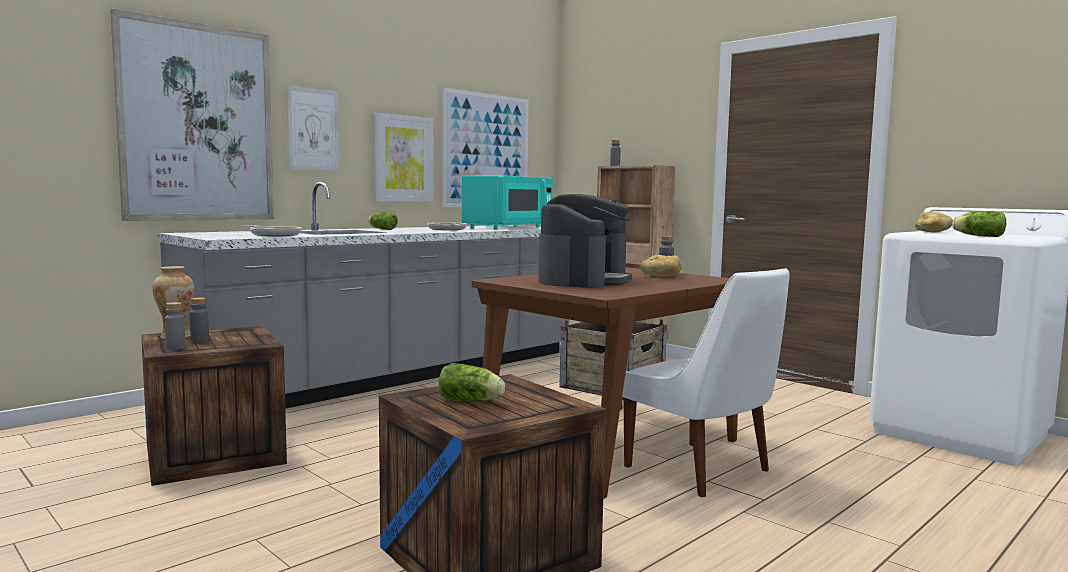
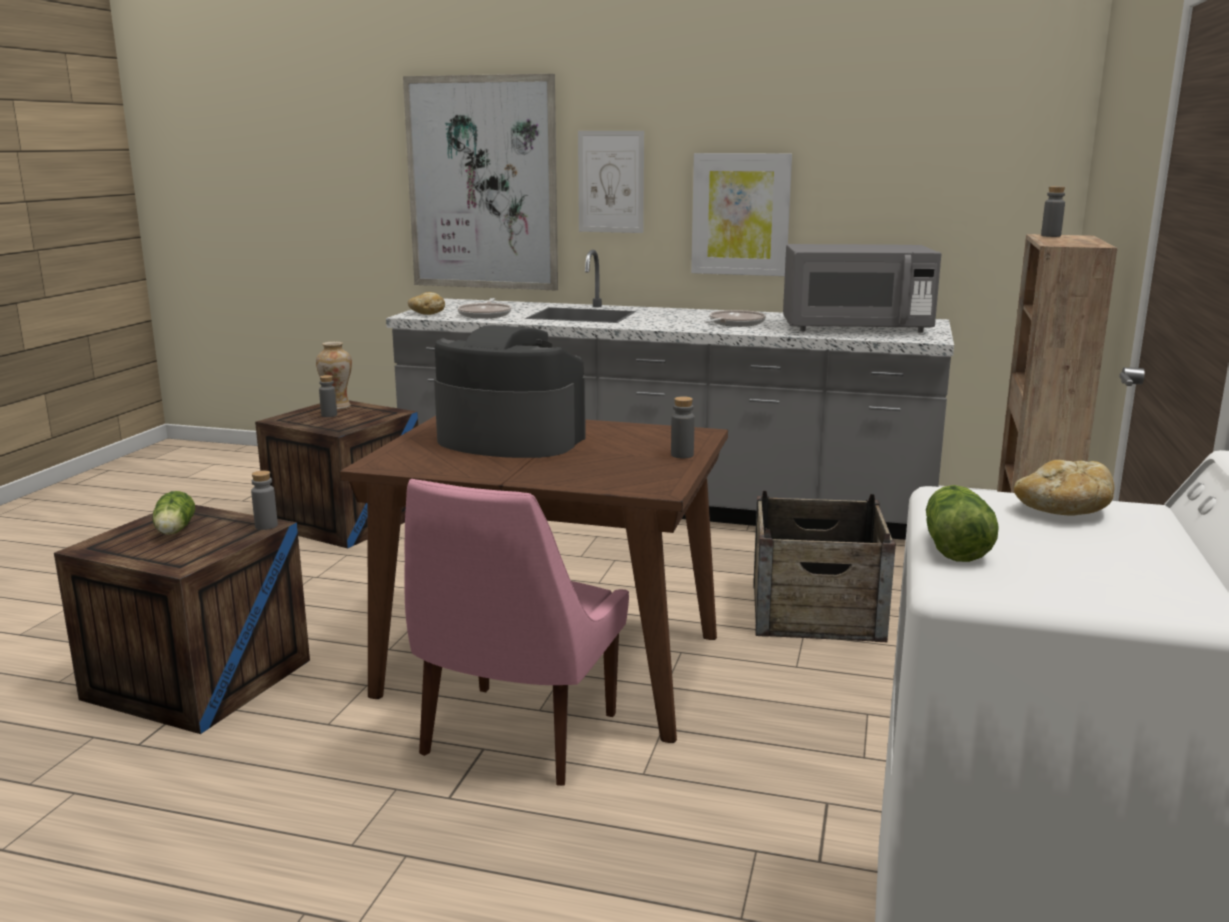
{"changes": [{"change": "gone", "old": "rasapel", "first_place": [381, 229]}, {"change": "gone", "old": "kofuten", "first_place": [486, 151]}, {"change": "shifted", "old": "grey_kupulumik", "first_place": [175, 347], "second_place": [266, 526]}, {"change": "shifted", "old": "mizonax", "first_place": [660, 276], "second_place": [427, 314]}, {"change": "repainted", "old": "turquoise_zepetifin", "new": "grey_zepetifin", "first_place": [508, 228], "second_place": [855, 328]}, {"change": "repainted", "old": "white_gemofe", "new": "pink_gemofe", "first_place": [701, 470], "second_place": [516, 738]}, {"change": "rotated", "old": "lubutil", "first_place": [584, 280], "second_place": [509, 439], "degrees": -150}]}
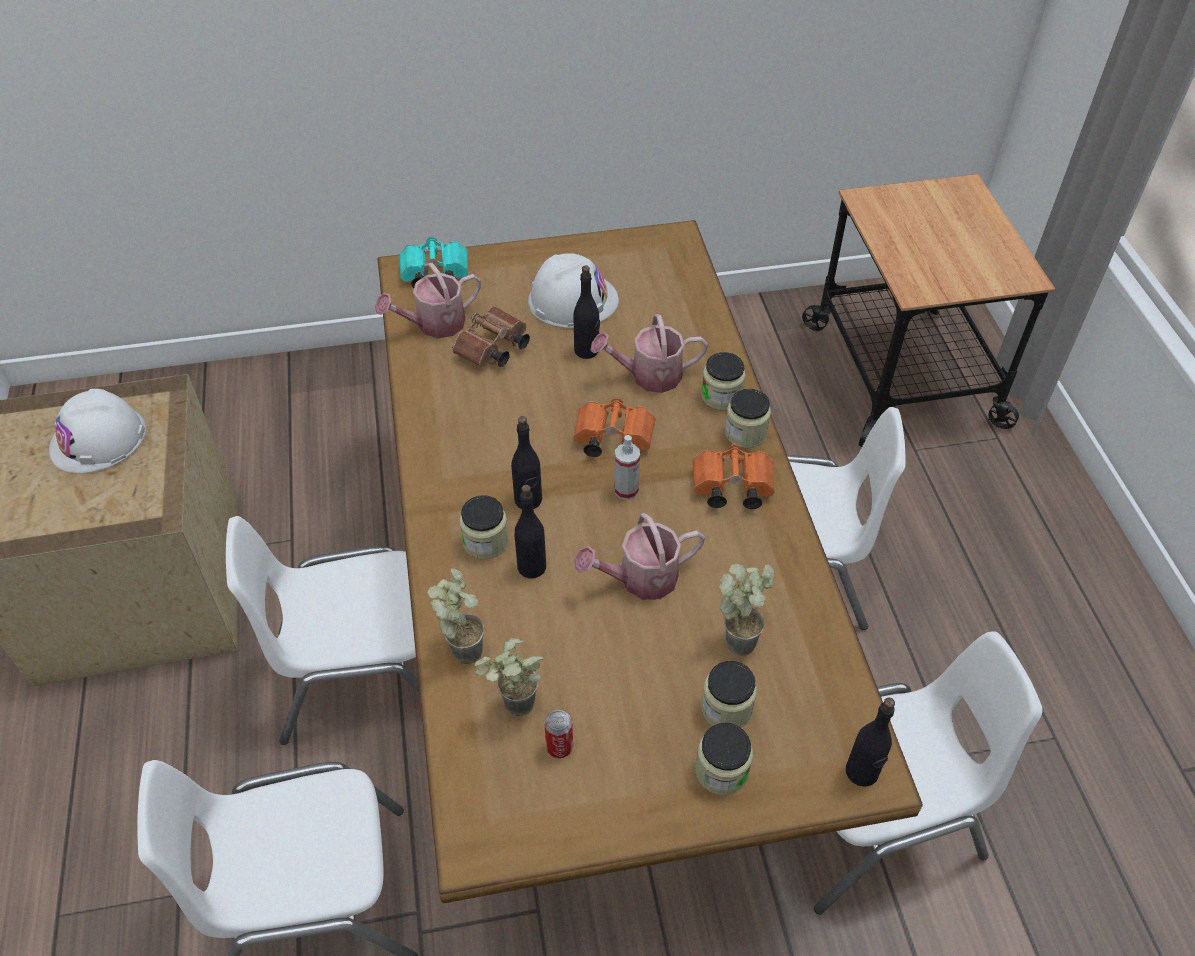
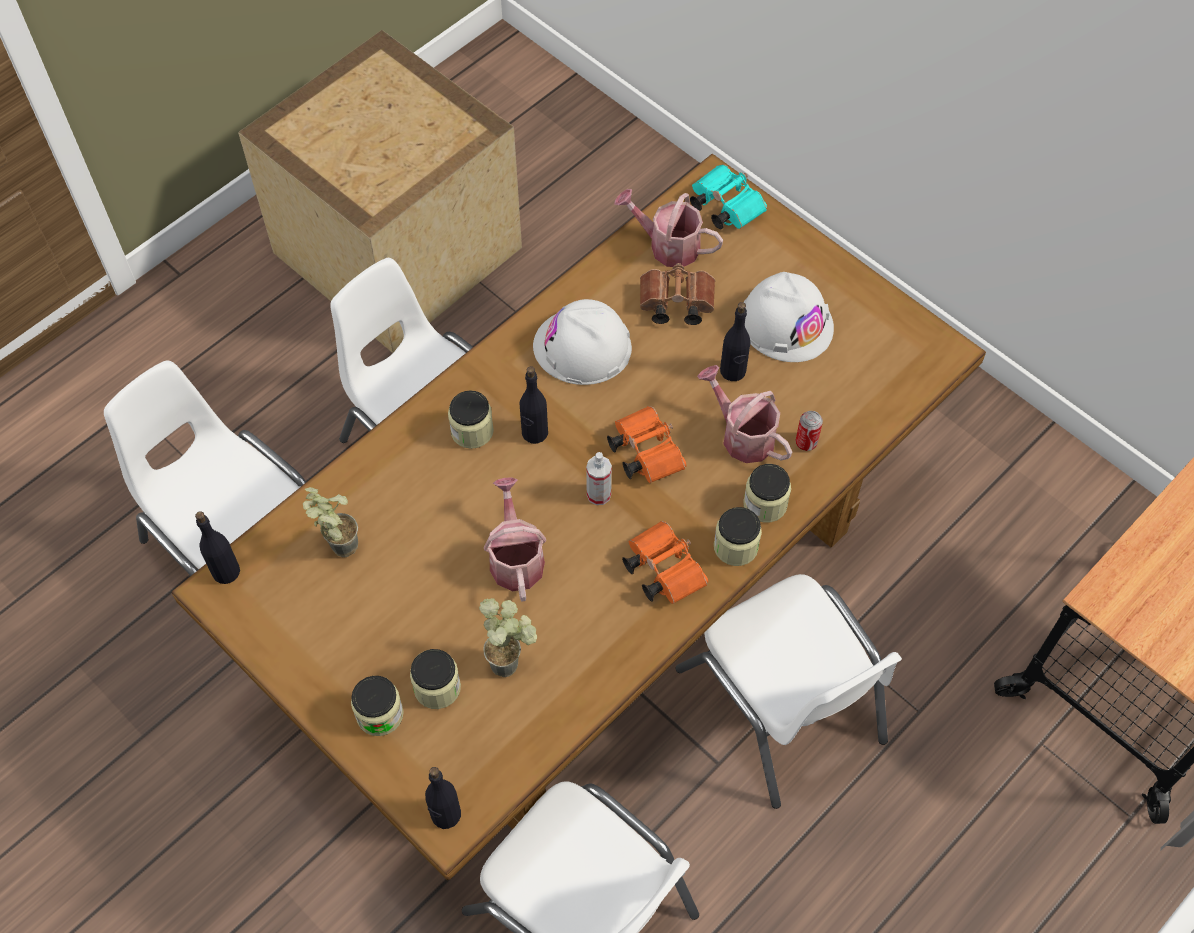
{"changes": [{"change": "gone", "old": "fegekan", "first_place": [462, 646]}, {"change": "shifted", "old": "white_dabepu", "first_place": [98, 439], "second_place": [582, 347]}, {"change": "shifted", "old": "black_kupulumik", "first_place": [531, 566], "second_place": [226, 571]}, {"change": "shifted", "old": "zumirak", "first_place": [559, 747], "second_place": [806, 442]}, {"change": "rotated", "old": "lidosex", "first_place": [640, 579], "second_place": [515, 558], "degrees": 45}]}
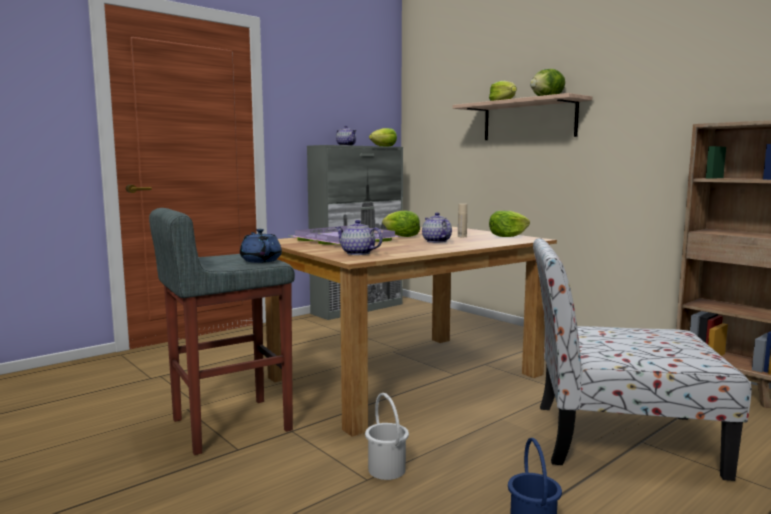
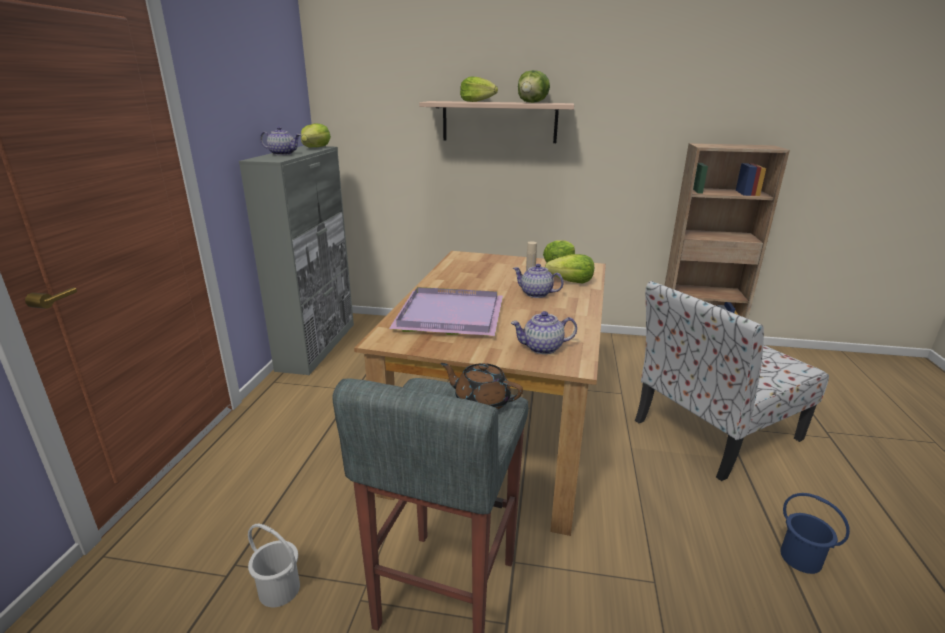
{"changes": [{"change": "shifted", "old": "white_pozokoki", "first_place": [387, 469], "second_place": [279, 588]}, {"change": "shifted", "old": "rasapel", "first_place": [400, 236], "second_place": [571, 281]}, {"change": "repainted", "old": "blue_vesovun", "new": "brown_vesovun", "first_place": [261, 260], "second_place": [481, 402]}]}
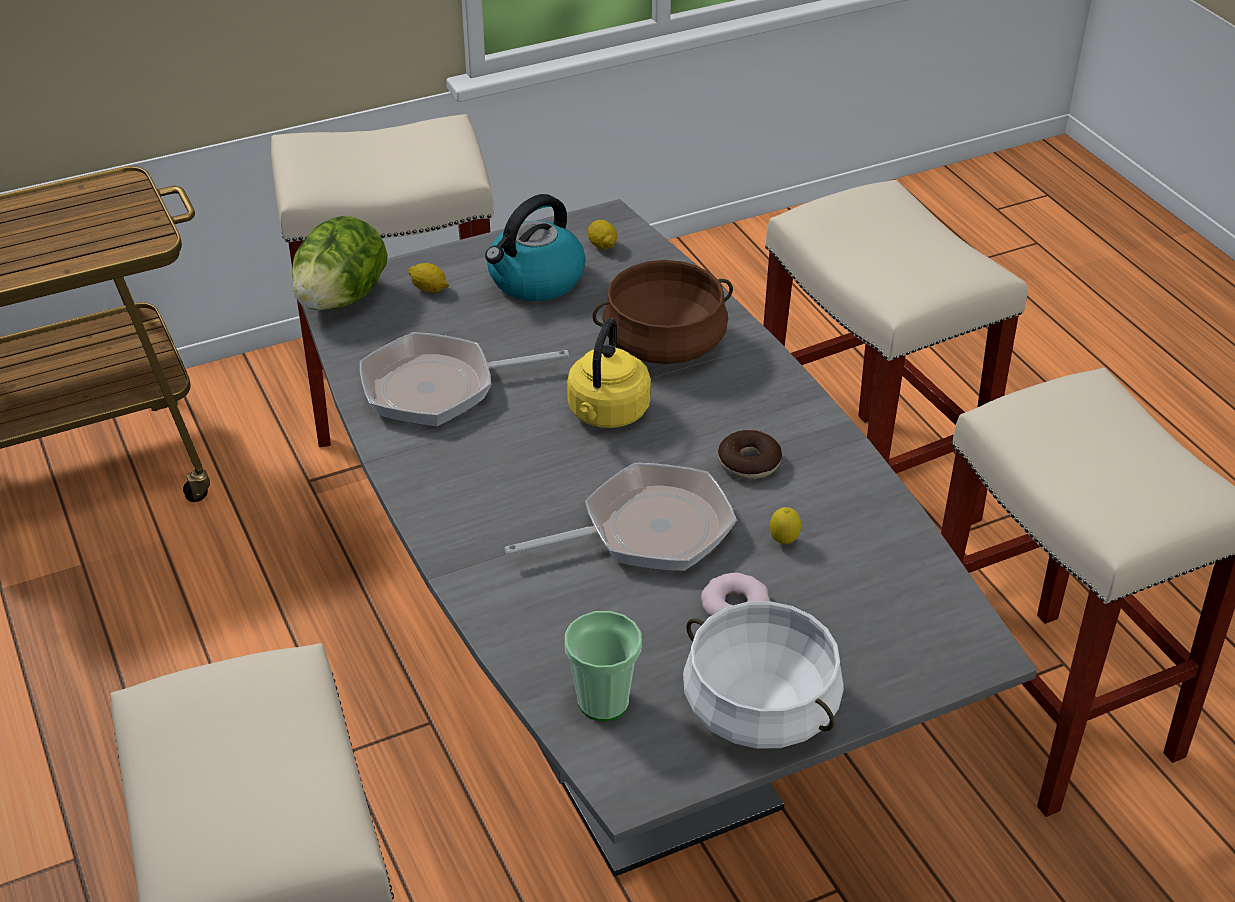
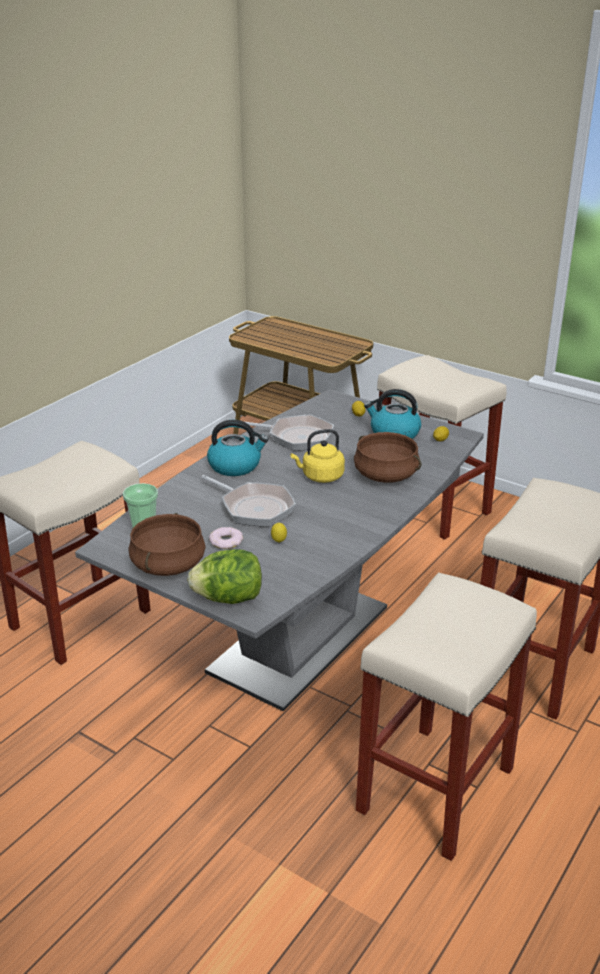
{"changes": [{"change": "gone", "old": "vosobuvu", "first_place": [749, 463]}, {"change": "new", "new": "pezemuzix", "second_place": [235, 466]}, {"change": "shifted", "old": "rasapel", "first_place": [341, 299], "second_place": [228, 598]}, {"change": "repainted", "old": "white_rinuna", "new": "brown_rinuna", "first_place": [759, 709], "second_place": [167, 564]}, {"change": "rotated", "old": "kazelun", "first_place": [439, 388], "second_place": [296, 437], "degrees": 150}]}
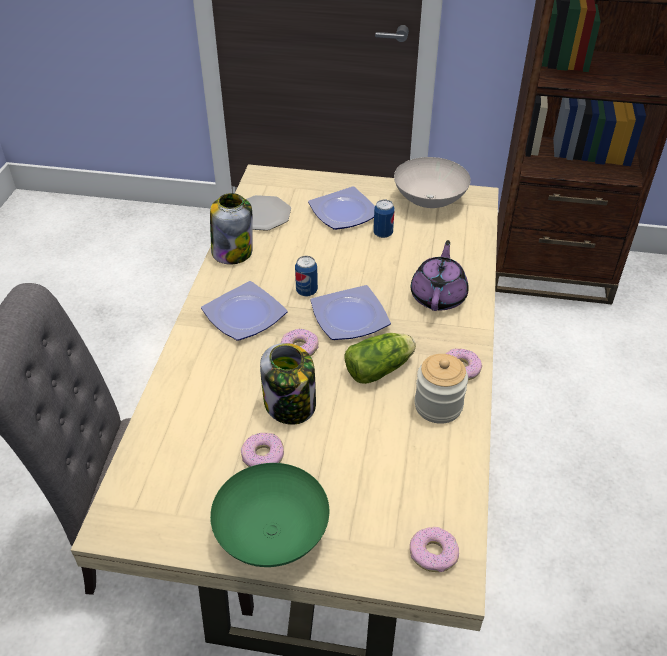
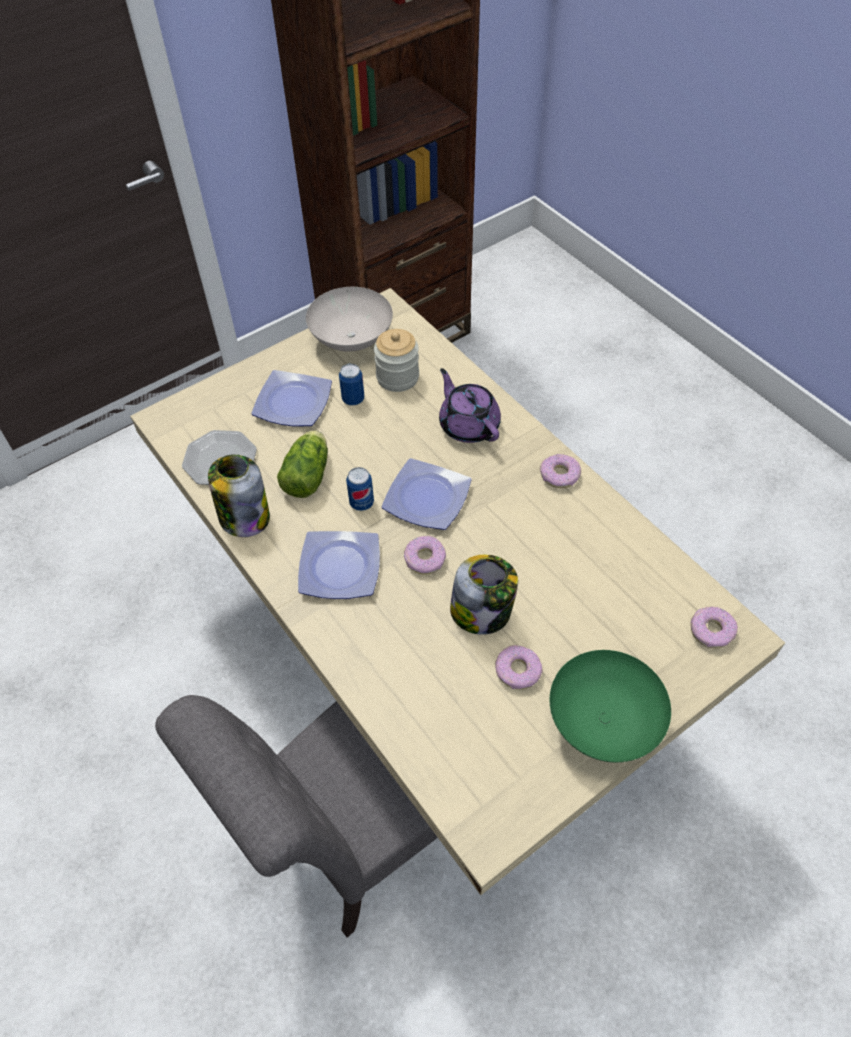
{"changes": [{"change": "shifted", "old": "rasapel", "first_place": [381, 368], "second_place": [308, 474]}, {"change": "shifted", "old": "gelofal", "first_place": [438, 406], "second_place": [397, 377]}]}
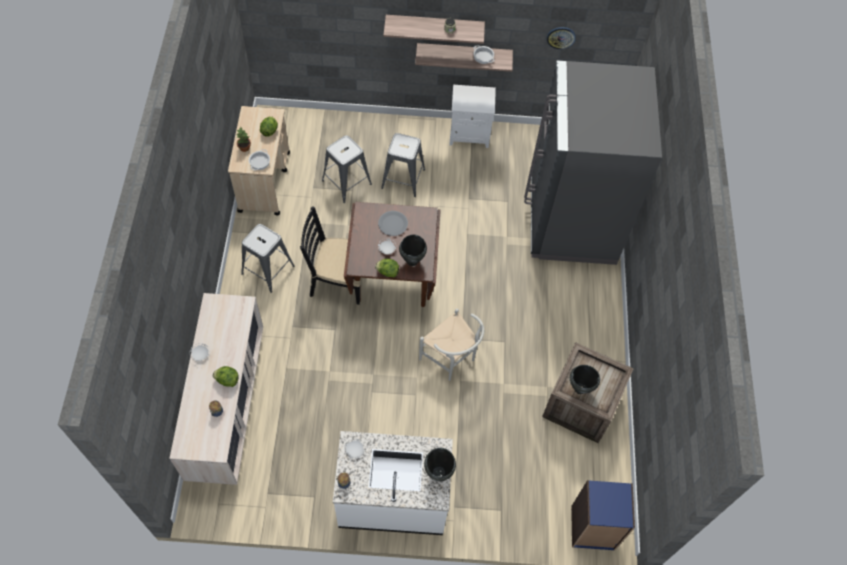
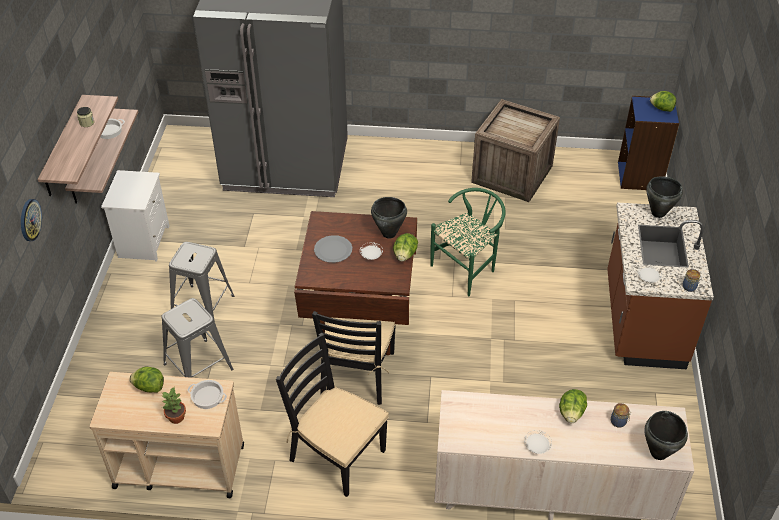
{"changes": [{"change": "new", "new": "rasapel", "second_place": [661, 109]}, {"change": "shifted", "old": "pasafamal", "first_place": [561, 37], "second_place": [30, 220]}, {"change": "shifted", "old": "black_rinuna", "first_place": [579, 388], "second_place": [658, 453]}, {"change": "swapped", "old": "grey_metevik", "new": "black_gemofe", "first_place": [267, 270], "second_place": [336, 455]}, {"change": "repainted", "old": "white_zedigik", "new": "brown_zedigik", "first_place": [393, 499], "second_place": [642, 321]}, {"change": "repainted", "old": "white_gemofe", "new": "green_gemofe", "first_place": [451, 360], "second_place": [468, 268]}]}
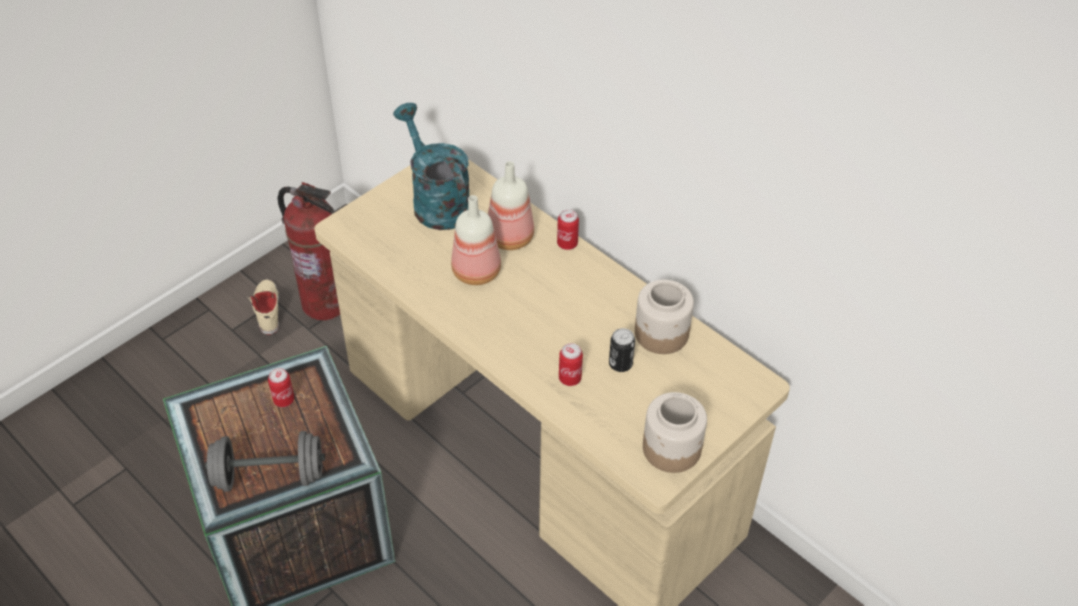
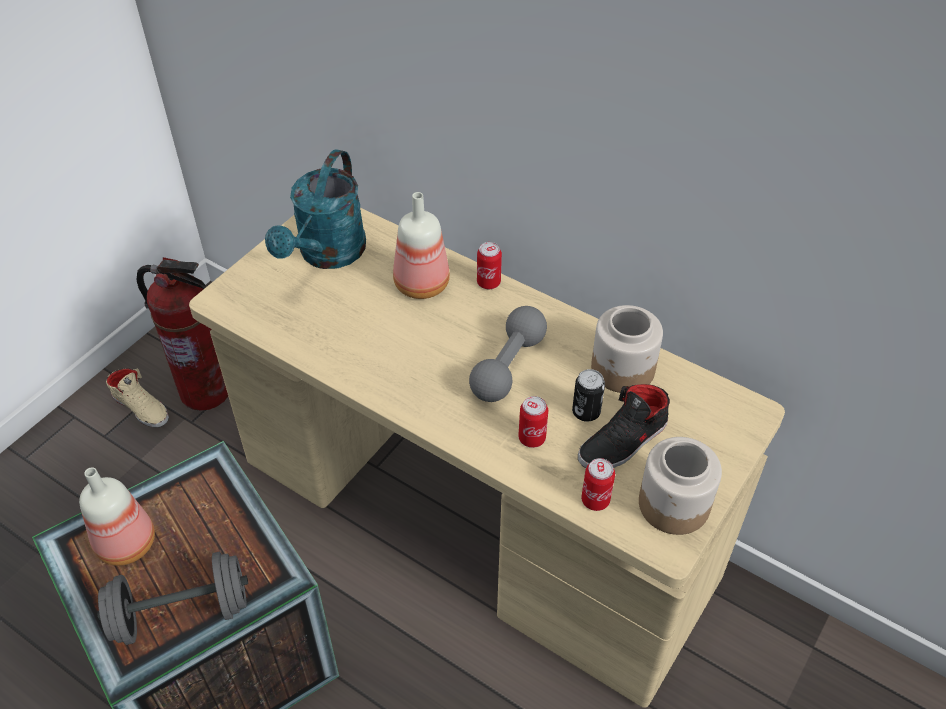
{"changes": [{"change": "new", "new": "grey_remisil", "second_place": [508, 366]}, {"change": "new", "new": "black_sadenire", "second_place": [623, 442]}, {"change": "shifted", "old": "zumirak", "first_place": [284, 400], "second_place": [595, 500]}, {"change": "shifted", "old": "kupulumik", "first_place": [478, 271], "second_place": [128, 542]}, {"change": "rotated", "old": "beige_sadenire", "first_place": [267, 309], "second_place": [141, 407], "degrees": 150}, {"change": "rotated", "old": "turquoise_lidosex", "first_place": [436, 201], "second_place": [327, 255], "degrees": -120}]}
